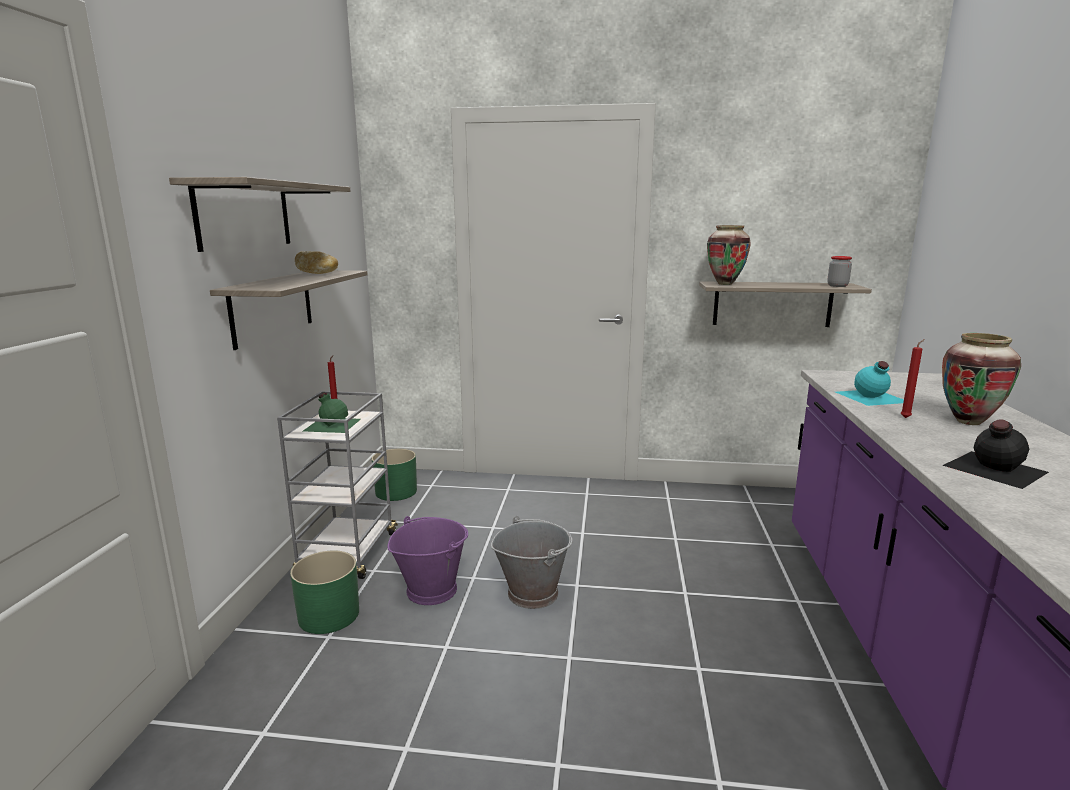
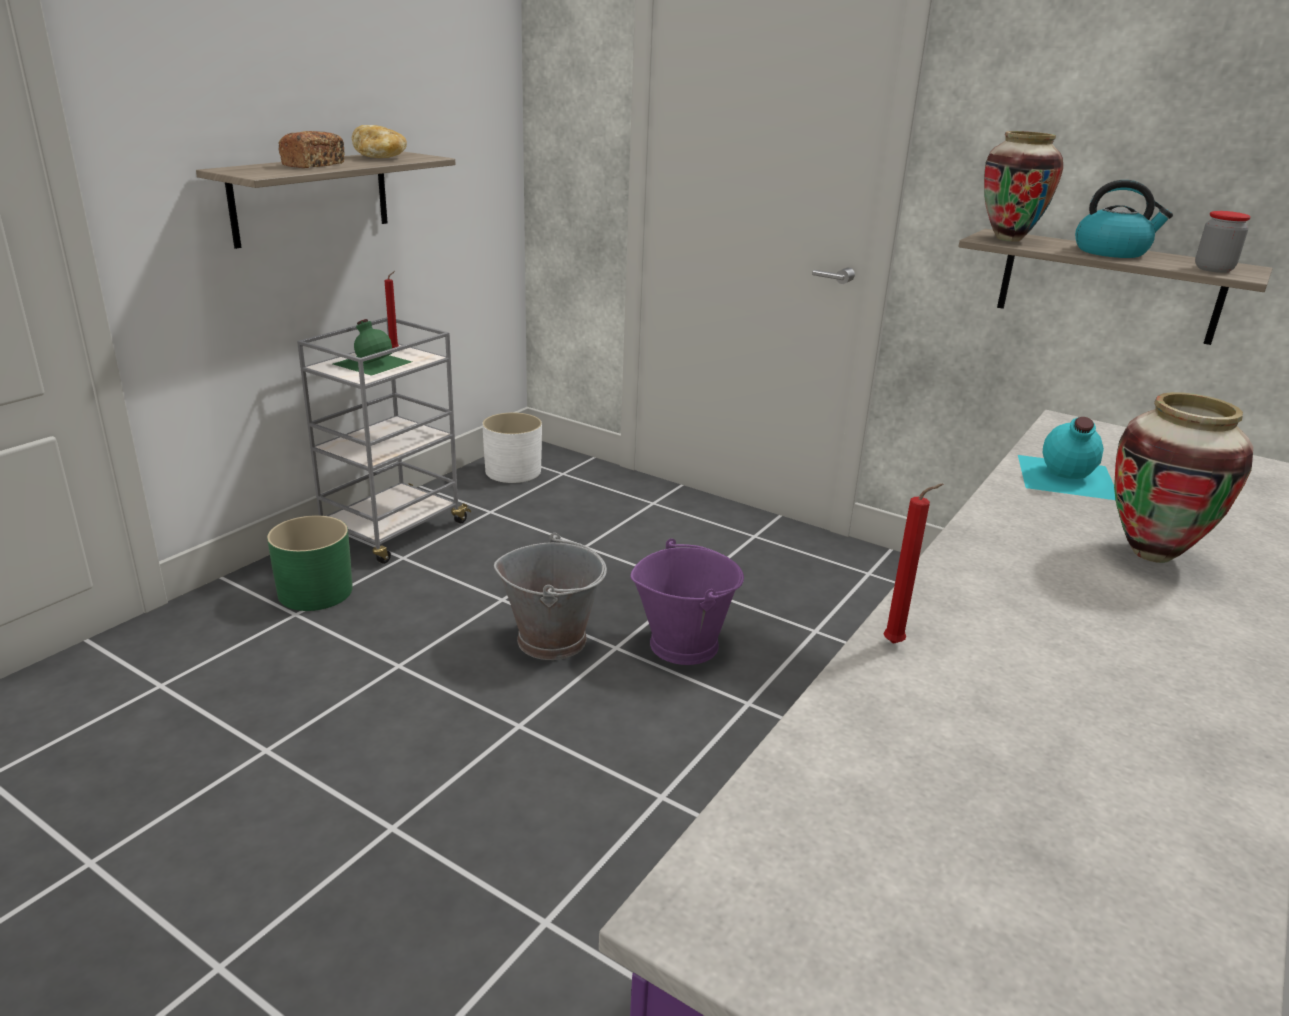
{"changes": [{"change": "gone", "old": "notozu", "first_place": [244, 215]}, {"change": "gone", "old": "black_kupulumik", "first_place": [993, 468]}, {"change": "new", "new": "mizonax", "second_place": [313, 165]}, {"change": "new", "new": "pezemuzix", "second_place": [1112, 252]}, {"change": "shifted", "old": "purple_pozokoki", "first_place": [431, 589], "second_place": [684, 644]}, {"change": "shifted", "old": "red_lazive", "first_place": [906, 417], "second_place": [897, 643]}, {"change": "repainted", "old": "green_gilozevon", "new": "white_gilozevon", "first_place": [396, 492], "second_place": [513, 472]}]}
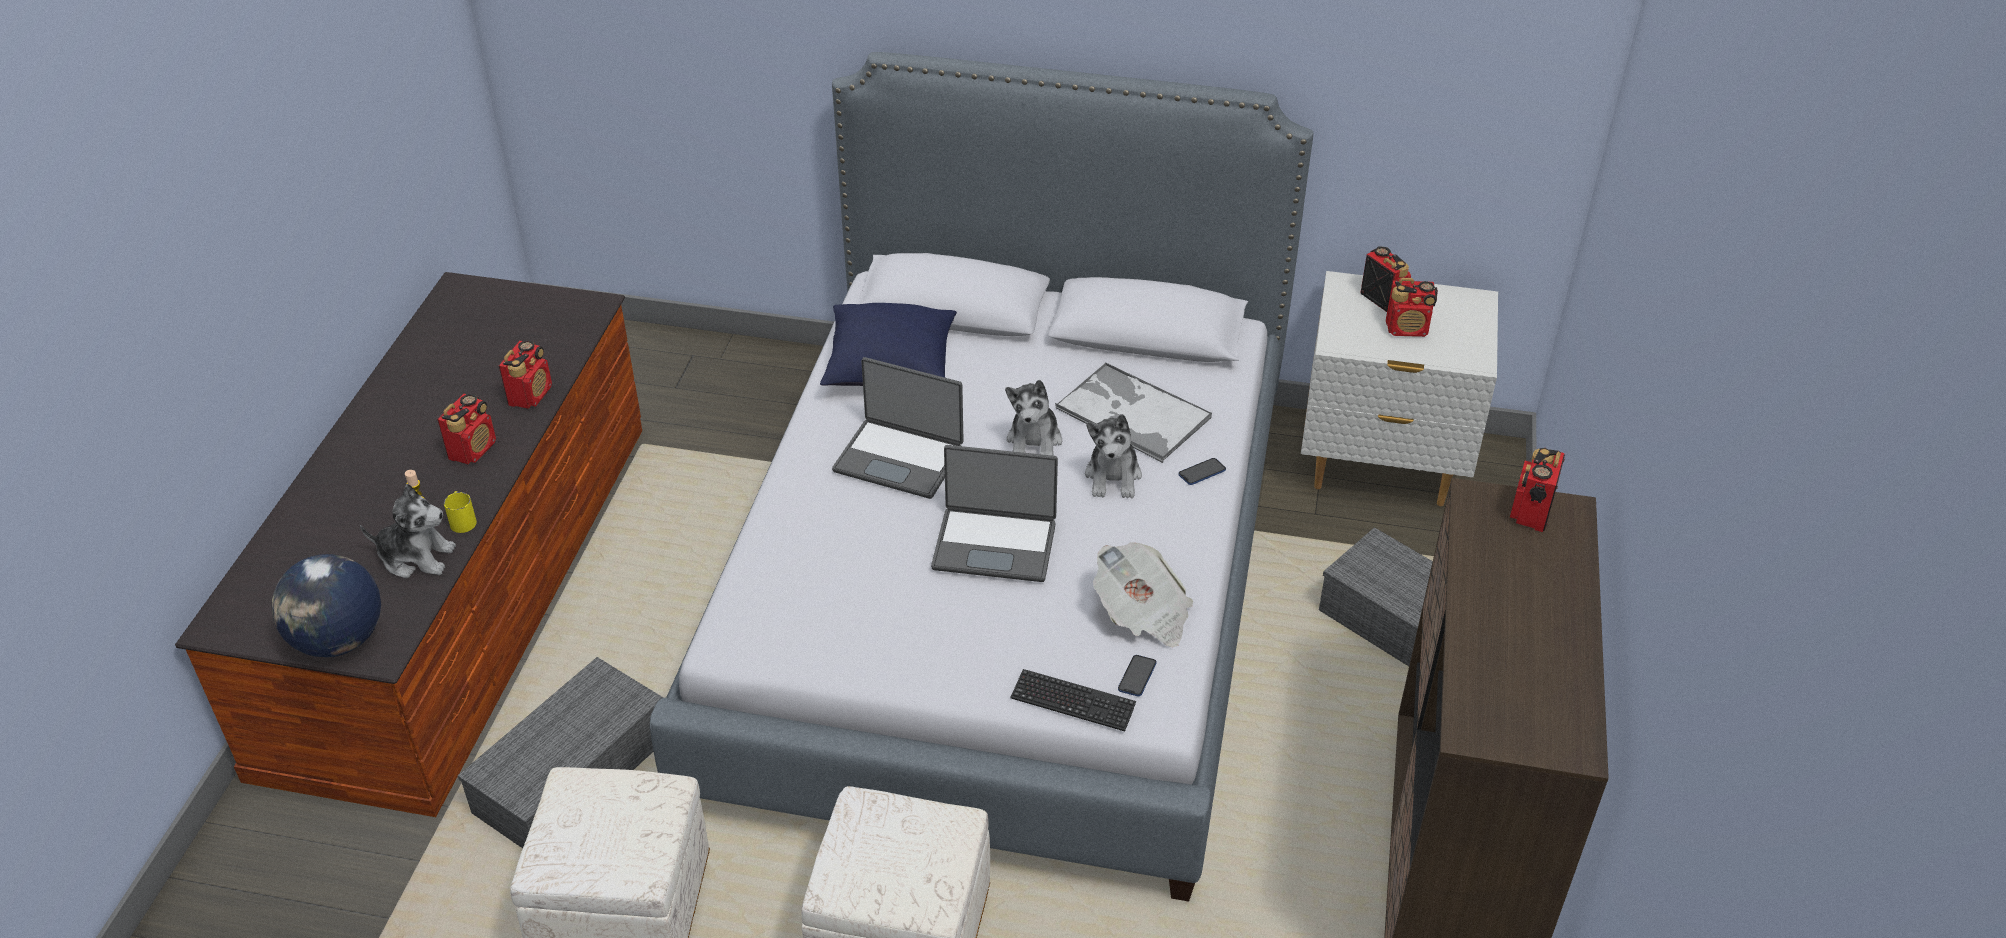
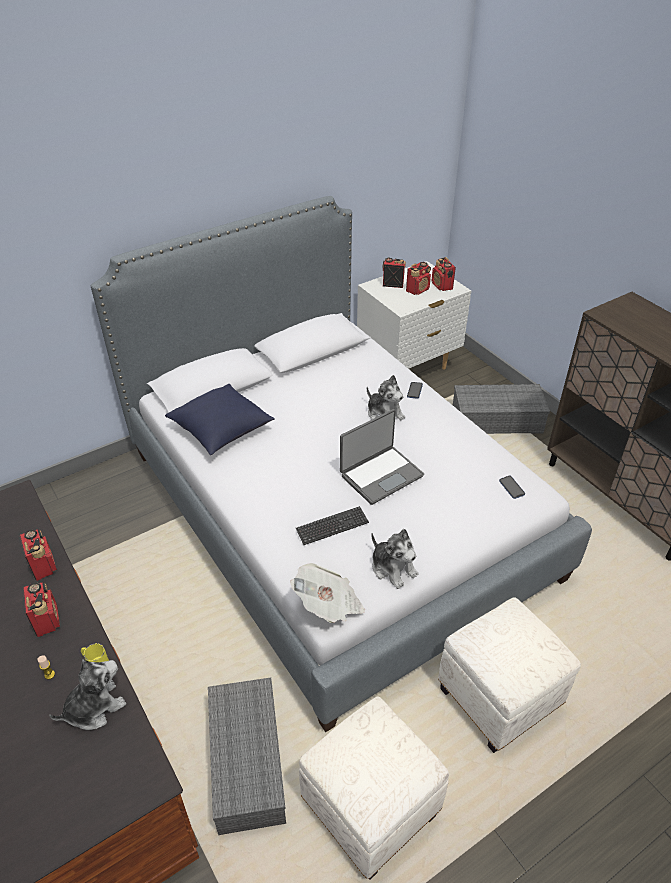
{"changes": [{"change": "gone", "old": "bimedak", "first_place": [339, 640]}, {"change": "gone", "old": "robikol", "first_place": [899, 458]}, {"change": "gone", "old": "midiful", "first_place": [1131, 413]}, {"change": "shifted", "old": "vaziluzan", "first_place": [1034, 442], "second_place": [393, 568]}, {"change": "shifted", "old": "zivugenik", "first_place": [1073, 702], "second_place": [332, 526]}, {"change": "shifted", "old": "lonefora", "first_place": [1142, 614], "second_place": [328, 605]}, {"change": "shifted", "old": "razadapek", "first_place": [1530, 512], "second_place": [442, 286]}]}
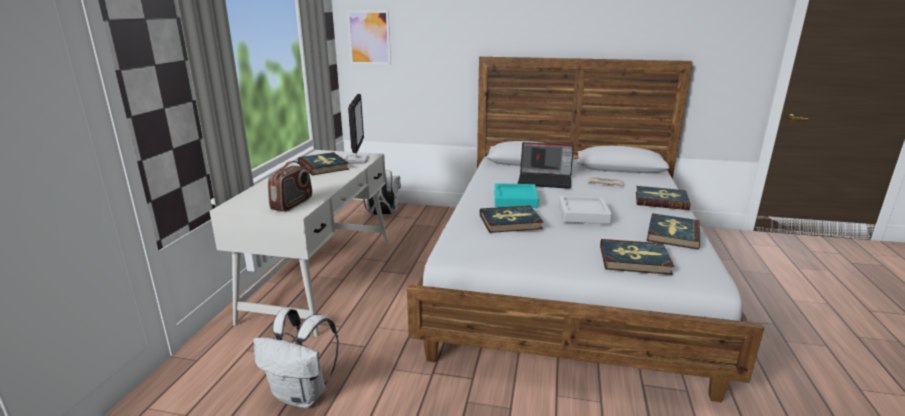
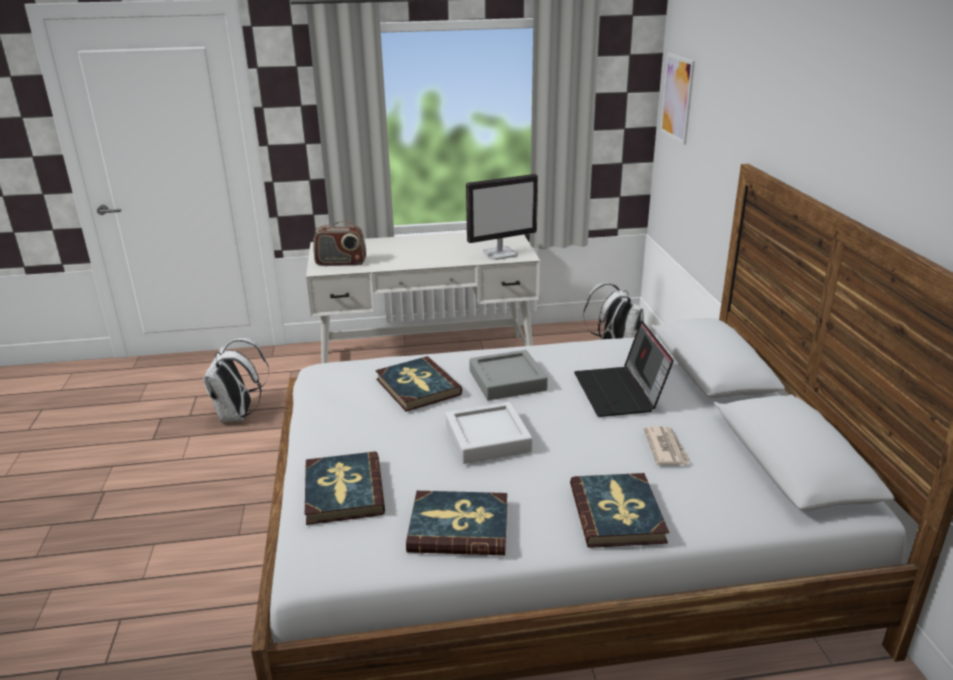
{"changes": [{"change": "gone", "old": "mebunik", "first_place": [323, 166]}, {"change": "repainted", "old": "turquoise_midiful", "new": "grey_midiful", "first_place": [515, 200], "second_place": [507, 380]}]}
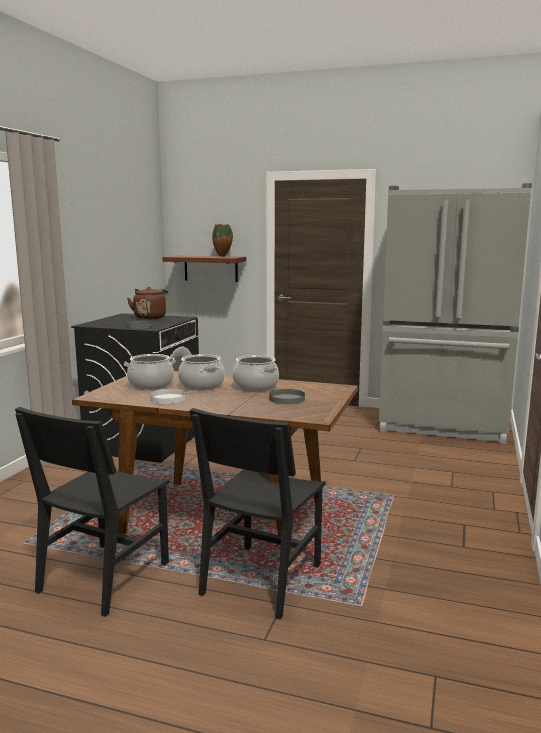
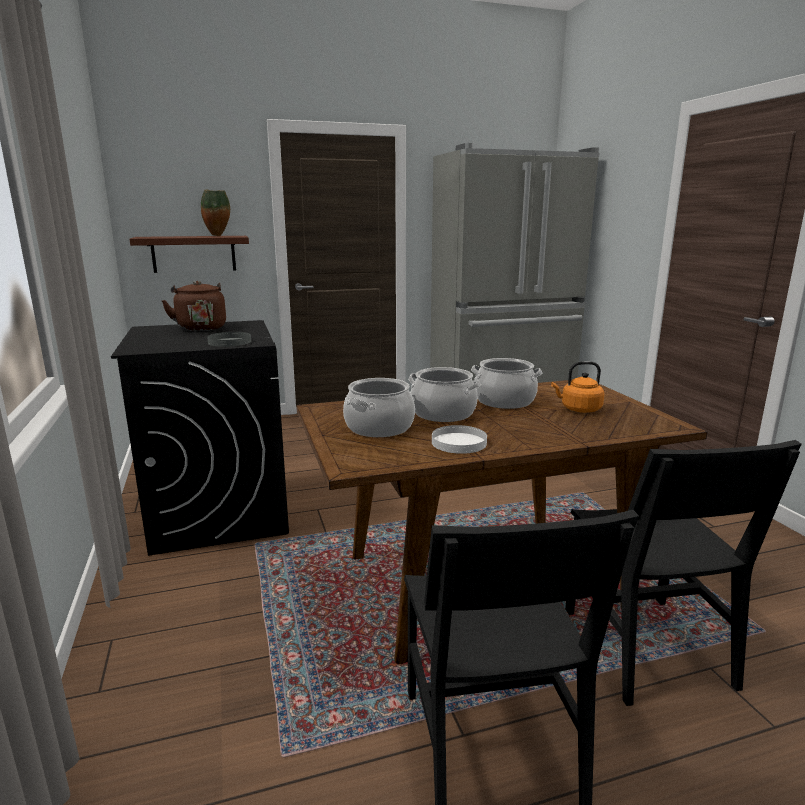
{"changes": [{"change": "swapped", "old": "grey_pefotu", "new": "orange_pezemuzix", "first_place": [286, 399], "second_place": [578, 409]}]}
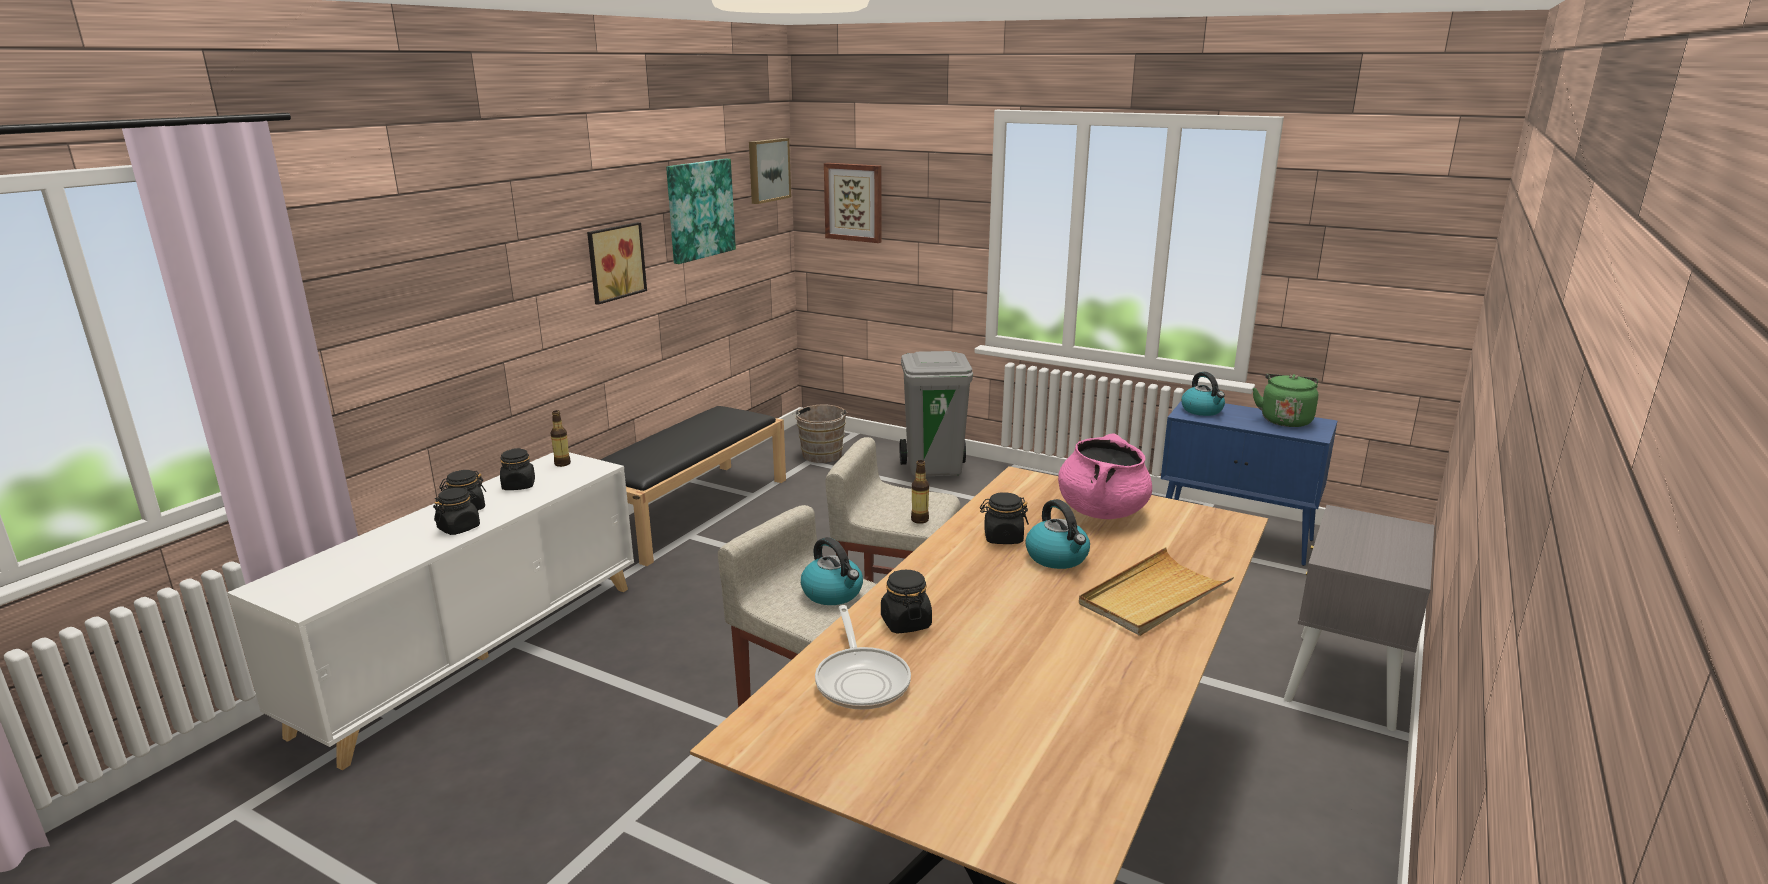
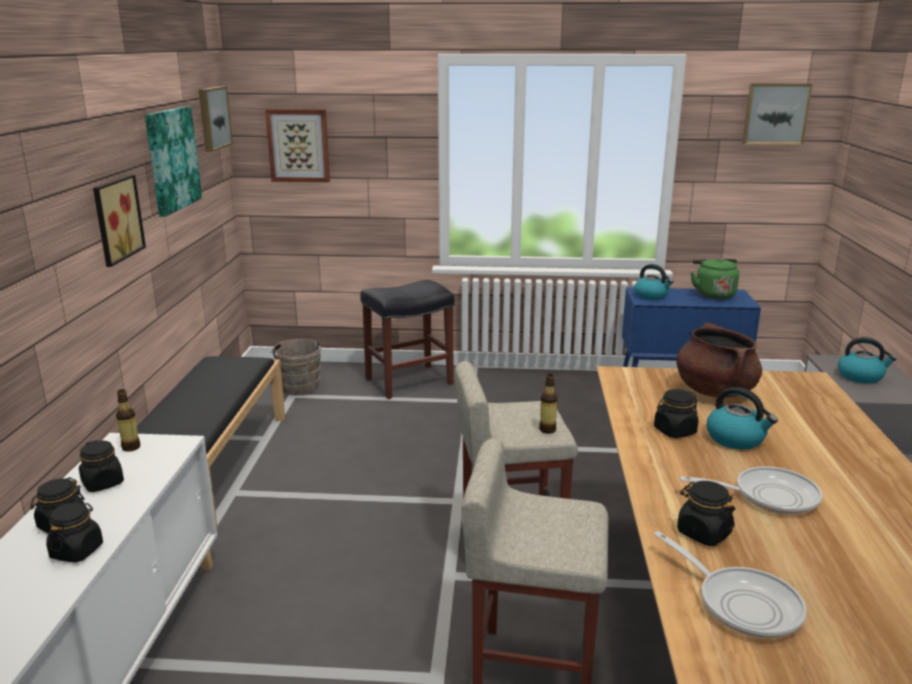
{"changes": [{"change": "gone", "old": "beige_midiful", "first_place": [1153, 596]}, {"change": "new", "new": "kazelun", "second_place": [768, 496]}, {"change": "new", "new": "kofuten", "second_place": [775, 114]}, {"change": "shifted", "old": "pezemuzix", "first_place": [833, 593], "second_place": [861, 376]}, {"change": "swapped", "old": "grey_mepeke", "new": "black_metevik", "first_place": [934, 468], "second_place": [410, 381]}, {"change": "repainted", "old": "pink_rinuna", "new": "brown_rinuna", "first_place": [1101, 511], "second_place": [714, 391]}]}
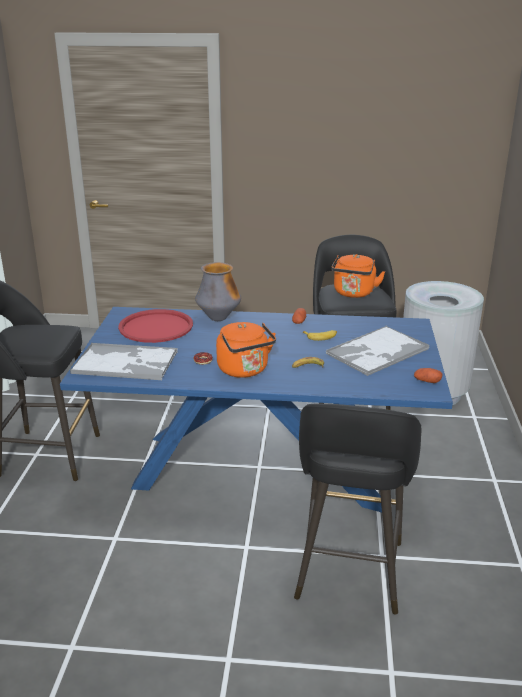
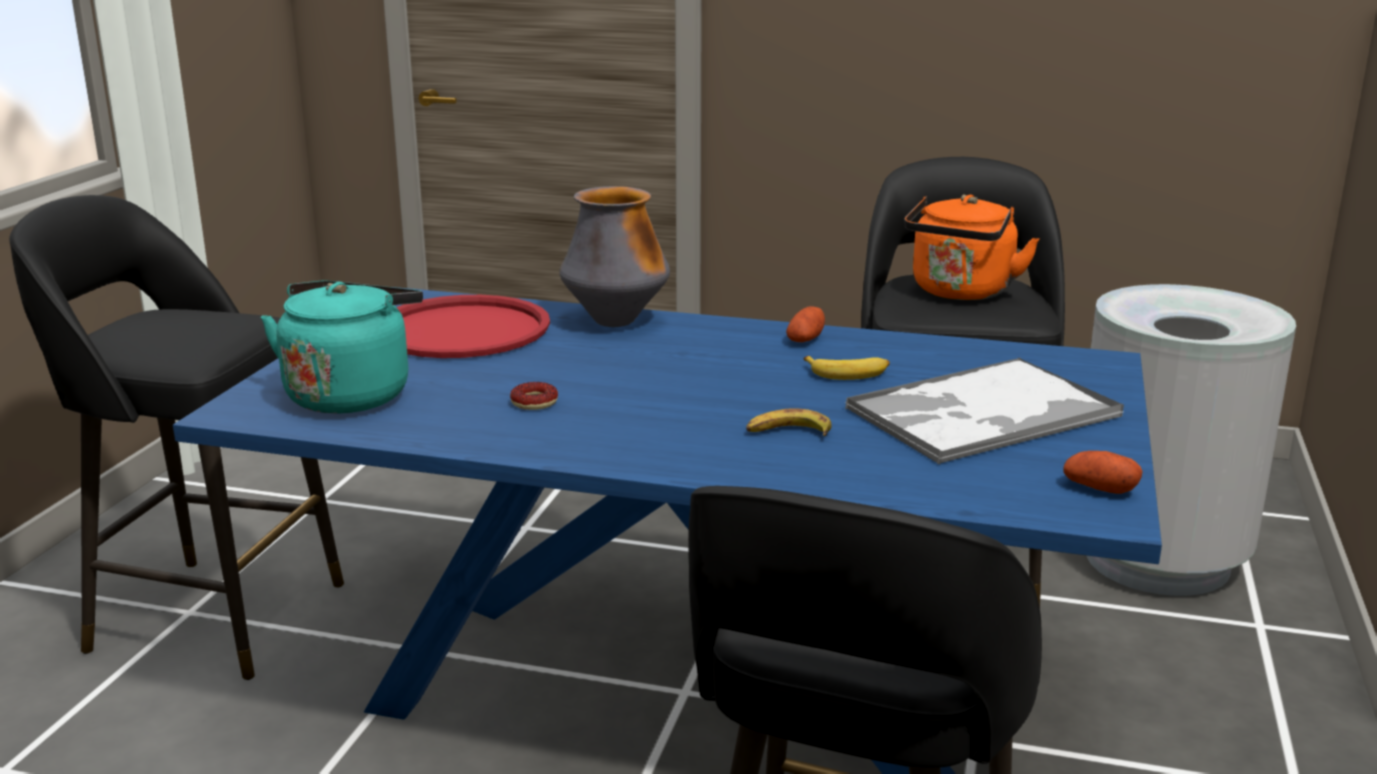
{"changes": [{"change": "gone", "old": "orange_pezemuzix", "first_place": [245, 370]}, {"change": "swapped", "old": "midiful", "new": "turquoise_pezemuzix", "first_place": [126, 363], "second_place": [351, 394]}]}
